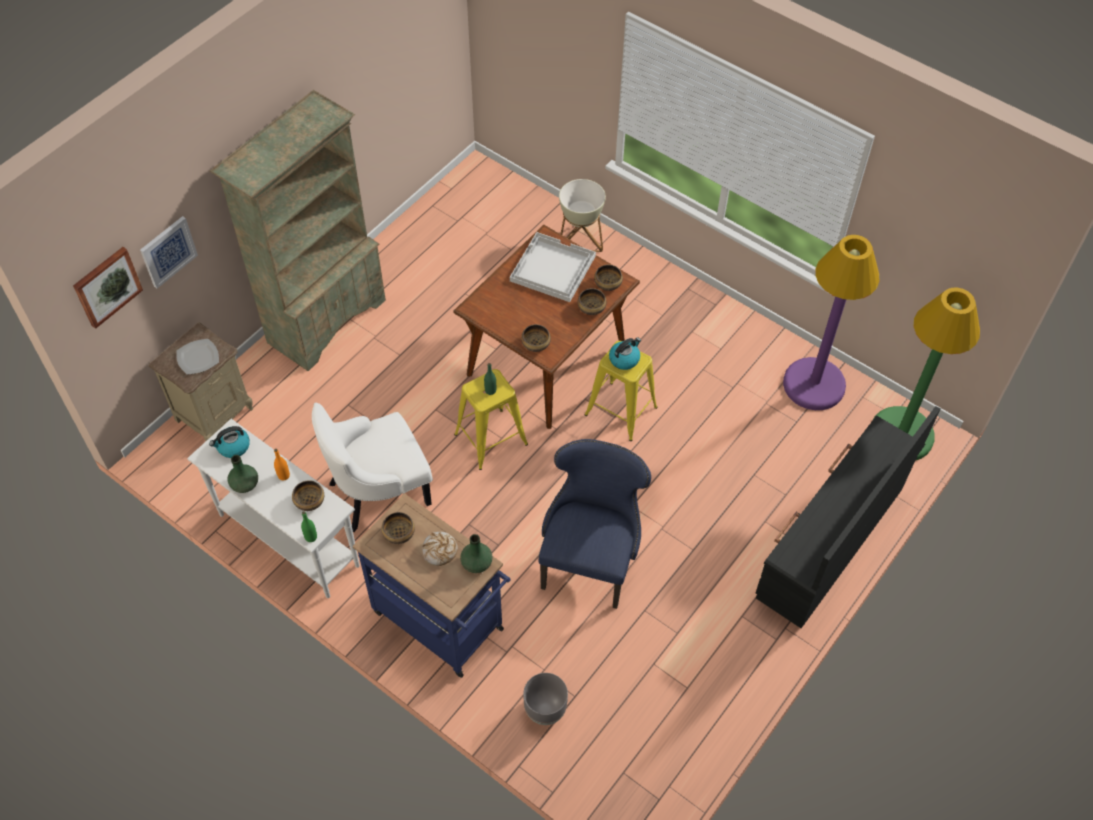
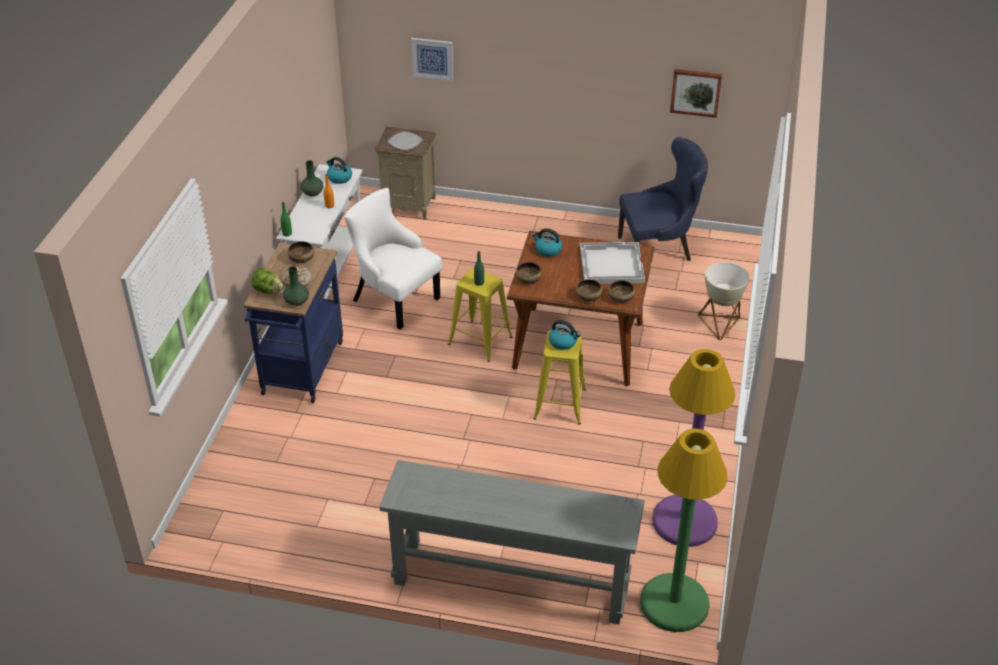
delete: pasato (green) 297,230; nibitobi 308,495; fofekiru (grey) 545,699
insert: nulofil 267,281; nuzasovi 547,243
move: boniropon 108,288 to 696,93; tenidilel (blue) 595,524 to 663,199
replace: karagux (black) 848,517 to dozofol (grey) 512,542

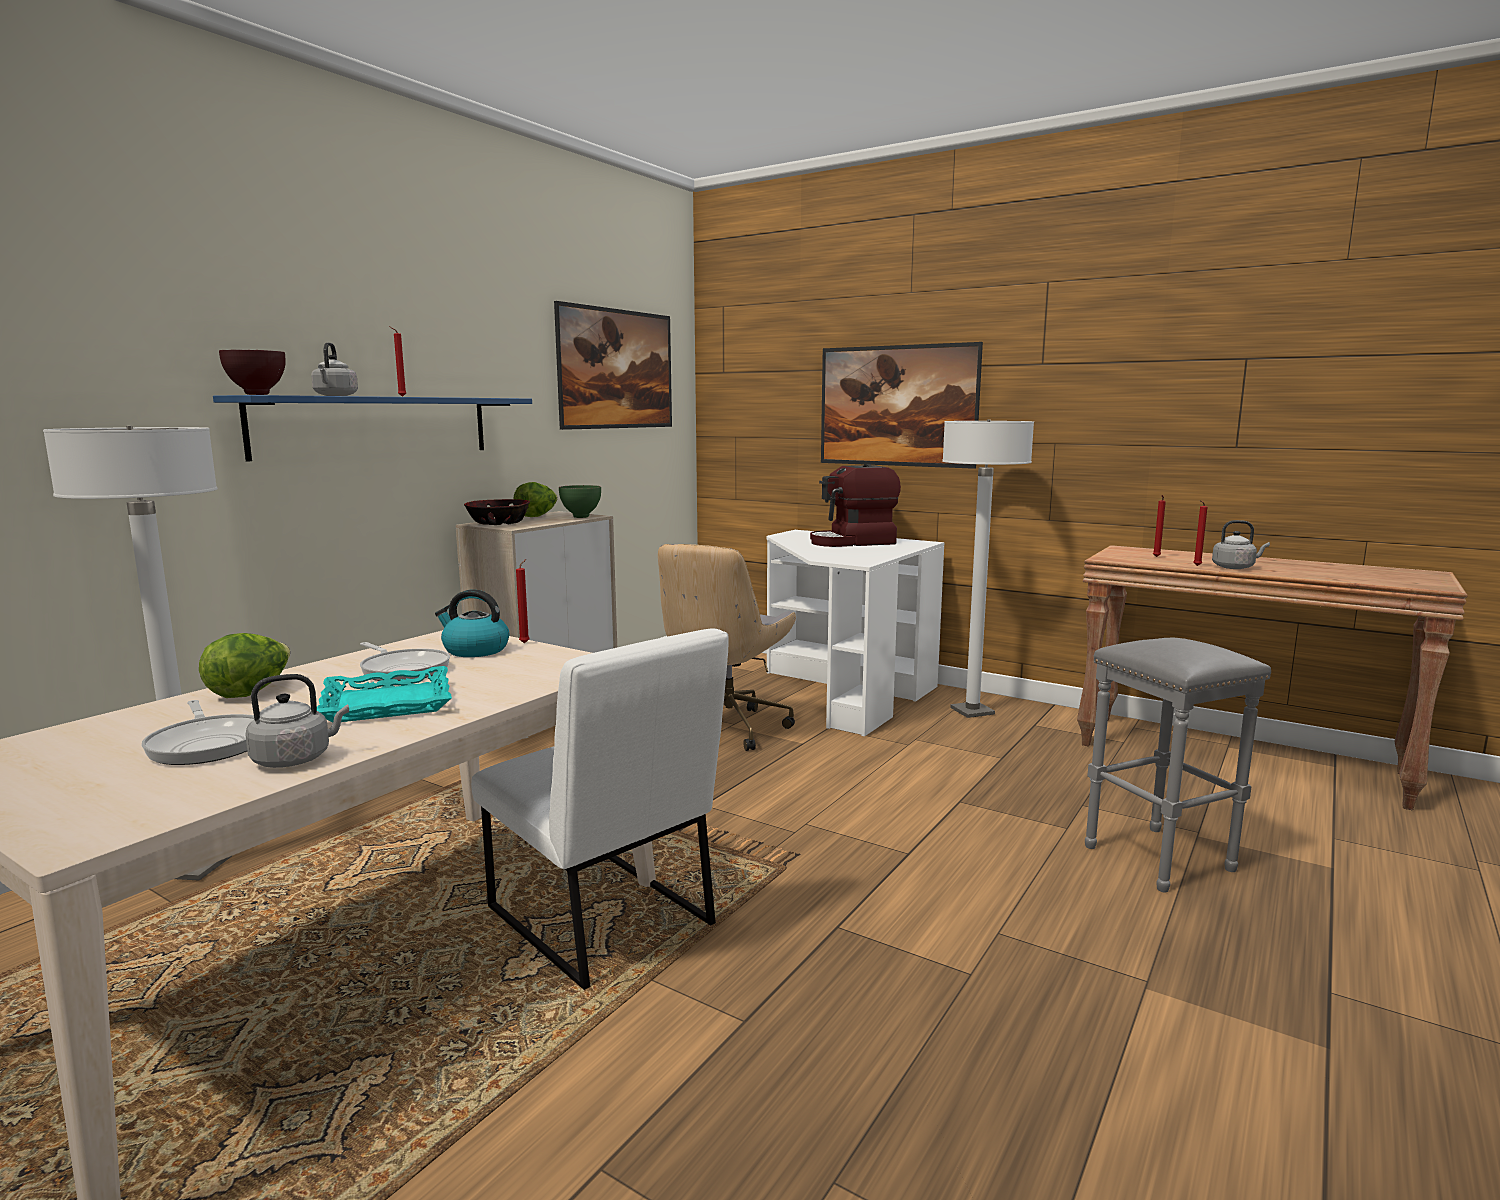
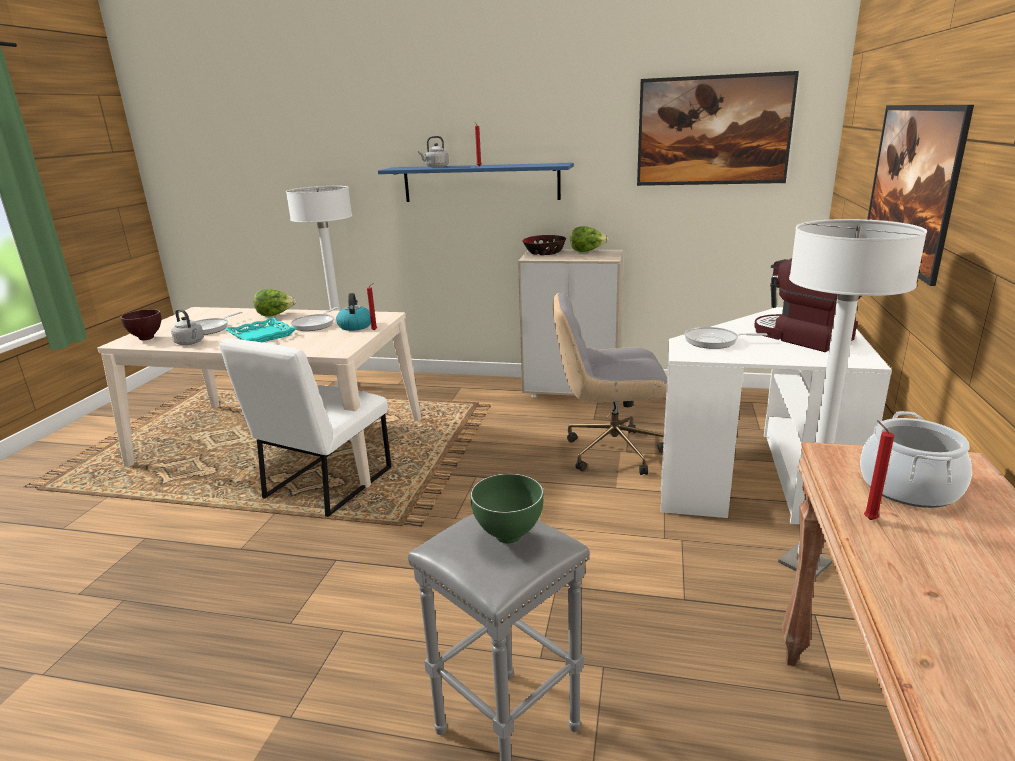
delete: nuzasovi (grey) 1241,544
insert: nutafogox 726,338
move: nibitobi (brown) 252,372 to 140,324; nibitobi (green) 580,501 to 507,508
replace: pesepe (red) 1159,526 to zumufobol 916,459

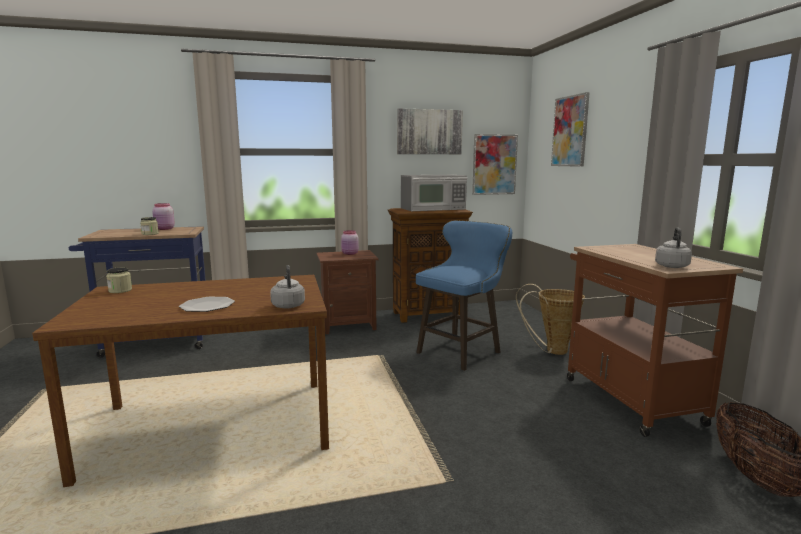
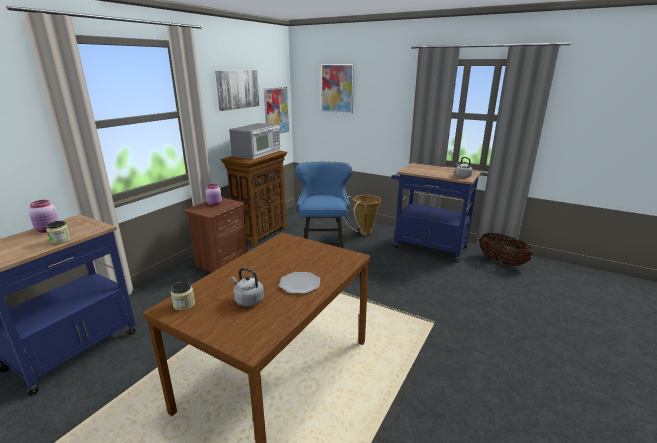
move: nuzasovi (grey) 287,287 to 248,287
recolor: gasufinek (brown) 655,340 to gasufinek (blue) 436,213

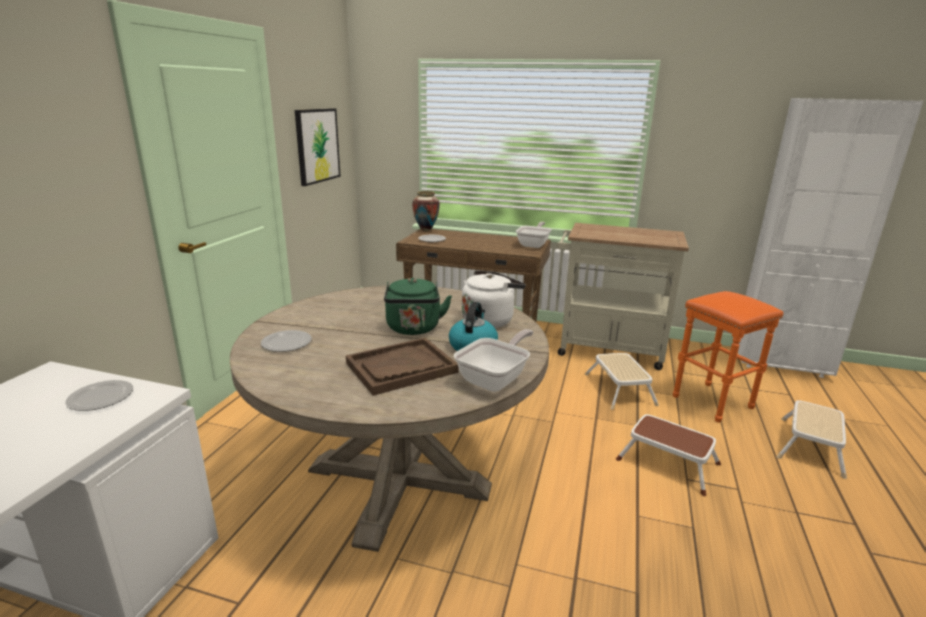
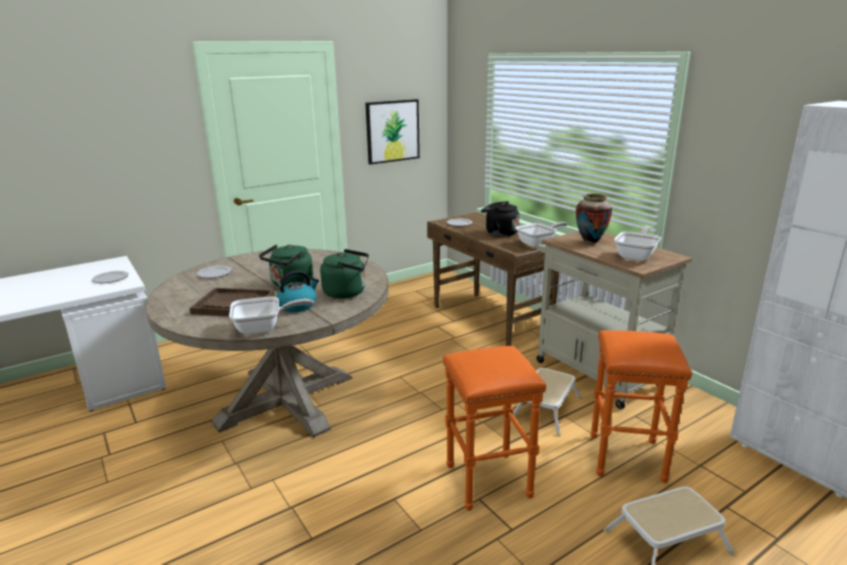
insert: nuzasovi (black) 500,219; nutafogox 637,243
move: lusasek 426,211 to 594,219
replace: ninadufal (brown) 668,455 to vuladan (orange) 494,428
recolor: nuzasovi (white) 494,299 to nuzasovi (green) 344,274

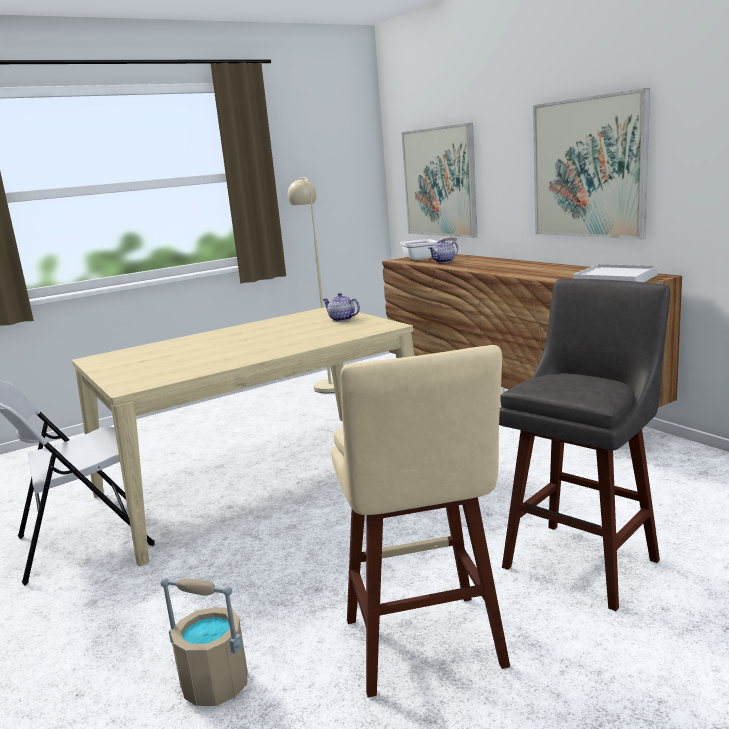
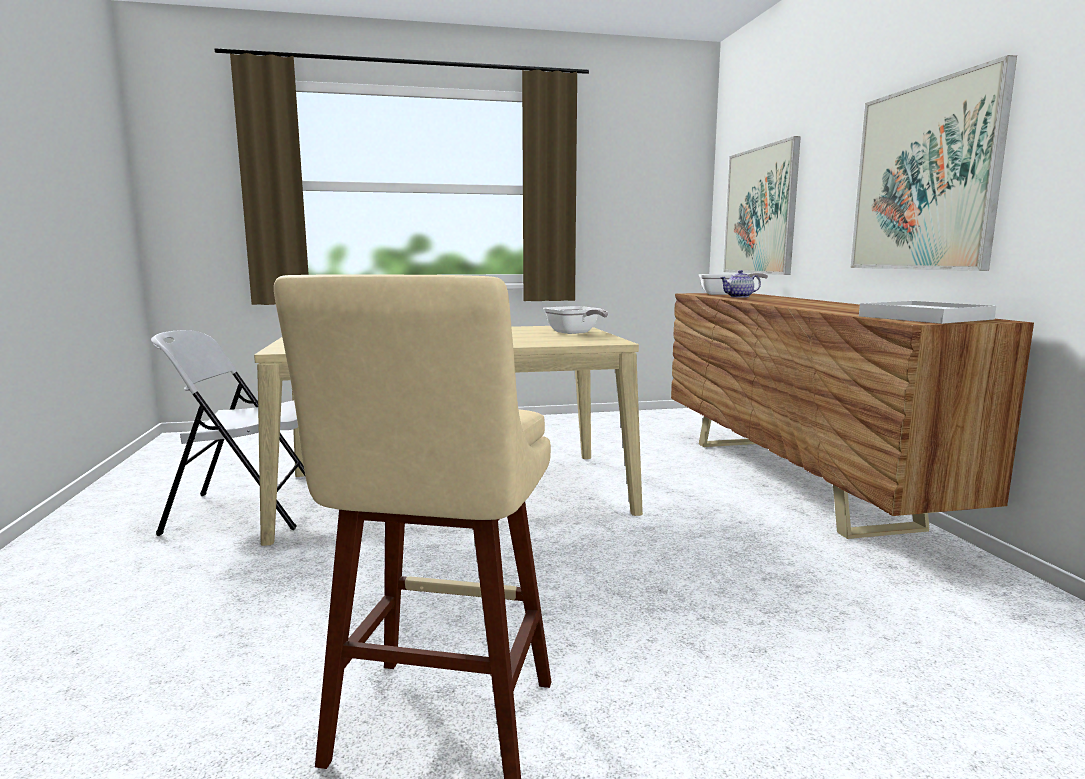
delete: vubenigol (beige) 204,642; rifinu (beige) 311,285; vuladan (grey) 584,445
replace: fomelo 341,307 to nutafogox 575,320

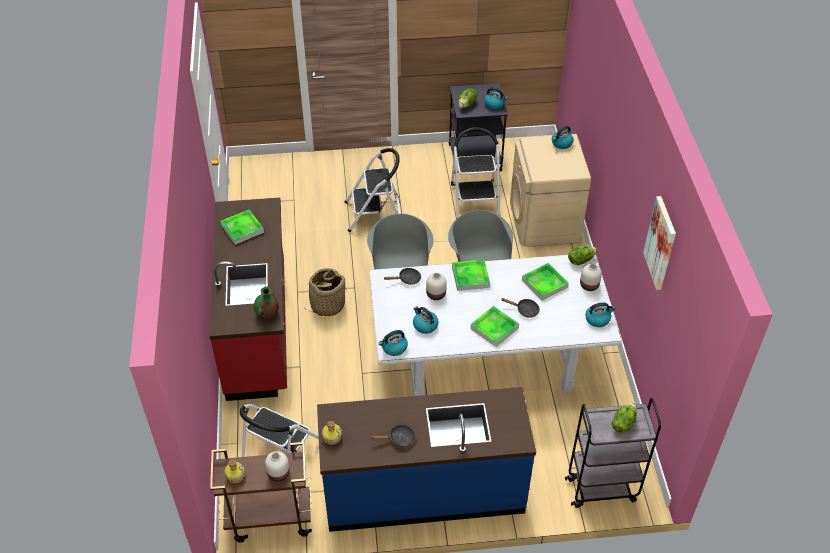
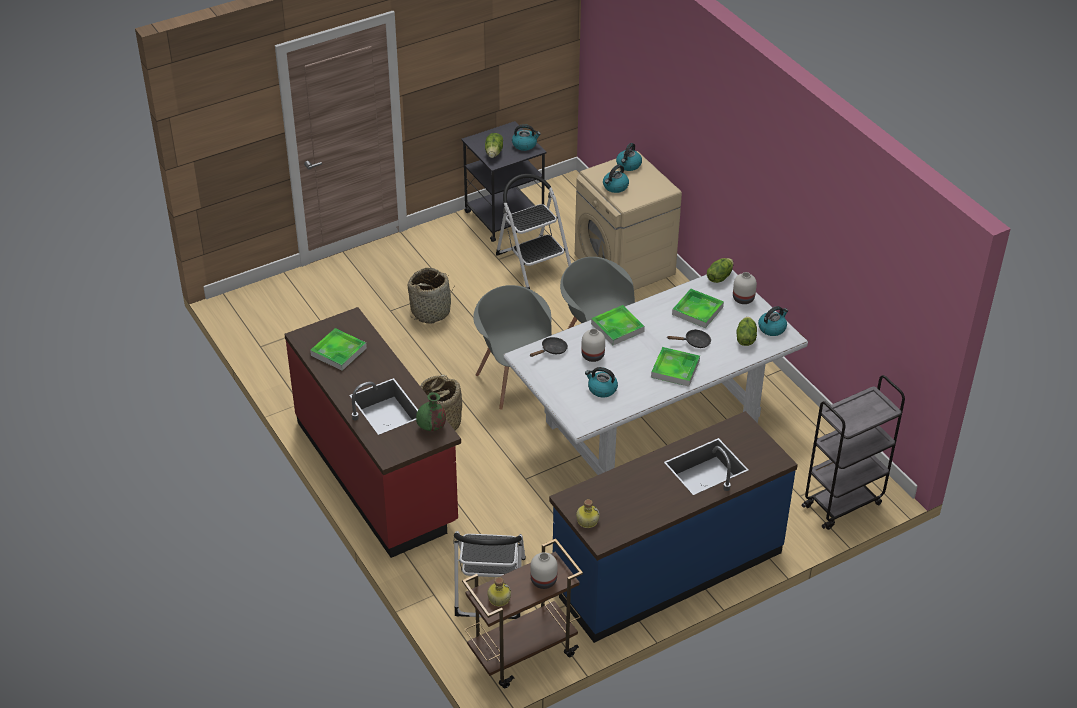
delete: nutafogox (black) 393,436; boniropon 659,243
move: nuzasovi 393,343 to 616,179; nulofil 624,418 to 746,331
replace: ninadufal 373,190 to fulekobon 430,296

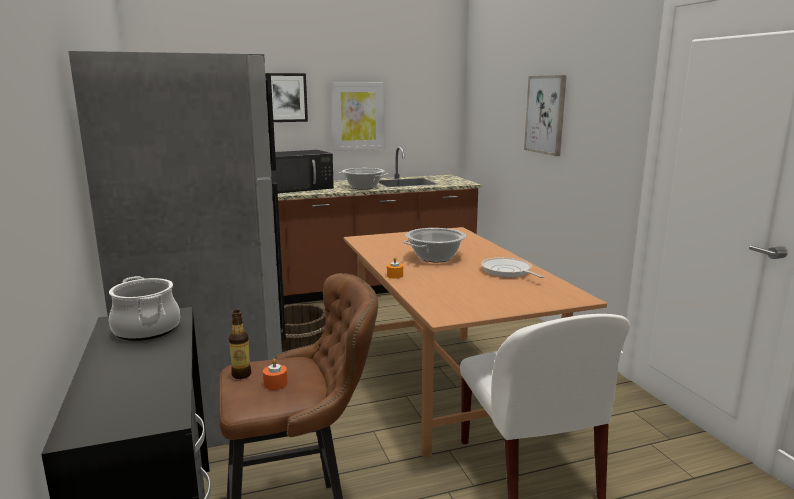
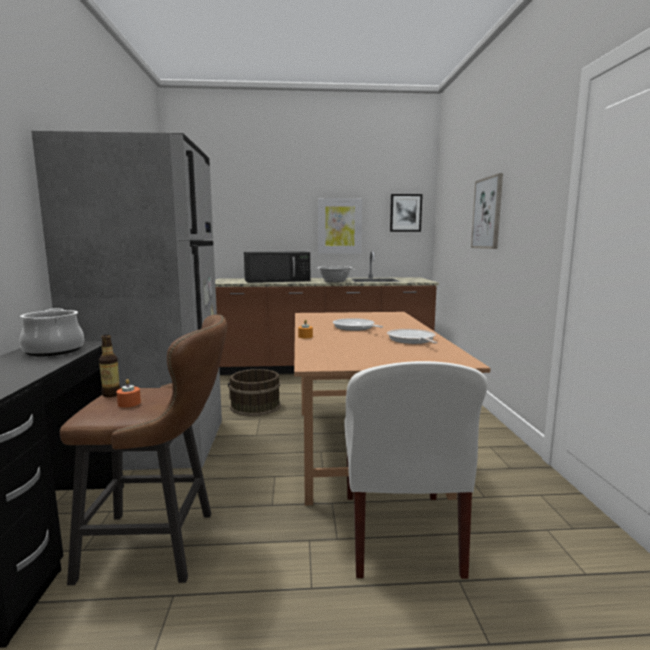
move: boniropon 289,97 to 406,213
replace: zumufobol 435,245 to nutafogox 358,324

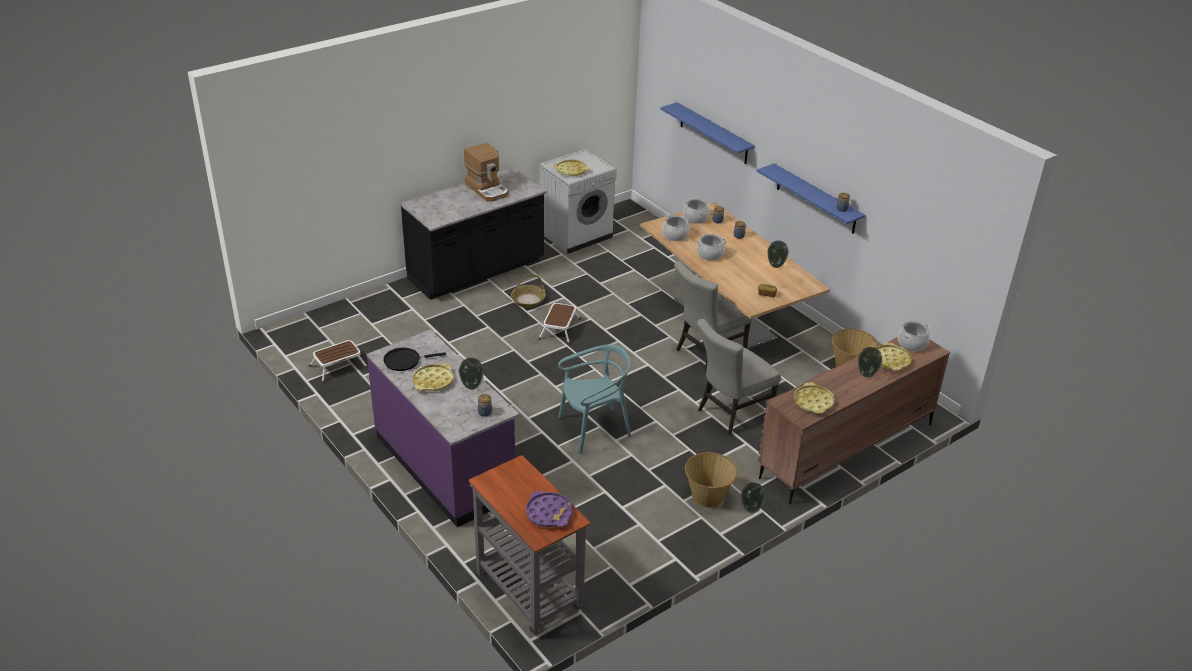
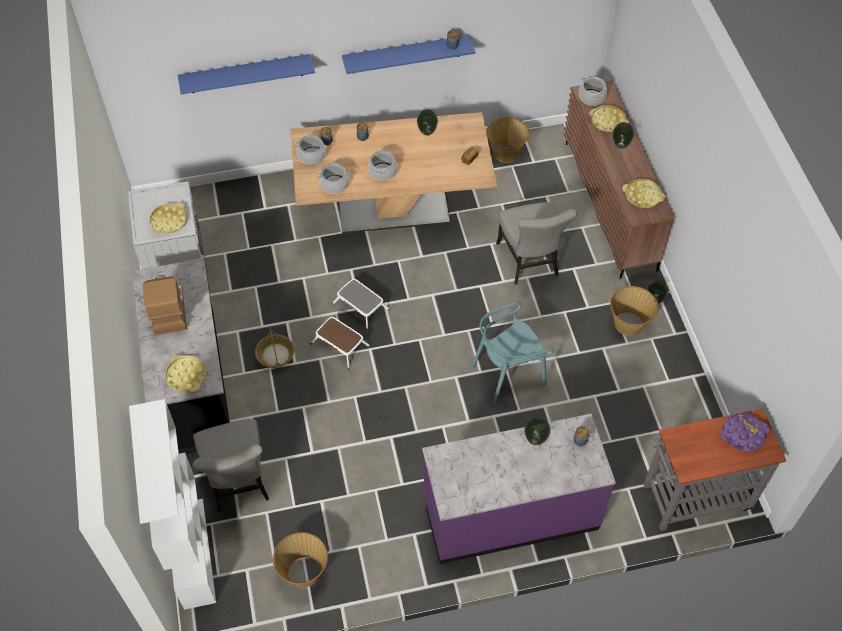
delete: nutafogox (black) 414,359
insert: pasato (white) 172,504; ninadufal (grey) 361,305
move: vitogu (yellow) 433,377 to 186,373; tenidilel (grey) 713,316 to 231,466
replace: ninadufal (brown) 338,362 to fulekobon 300,559
rotate: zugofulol 486,172 = 165,305 90 degrees counterclockwise; tenidilel (turquoise) 594,399 = 512,352 120 degrees counterclockwise

